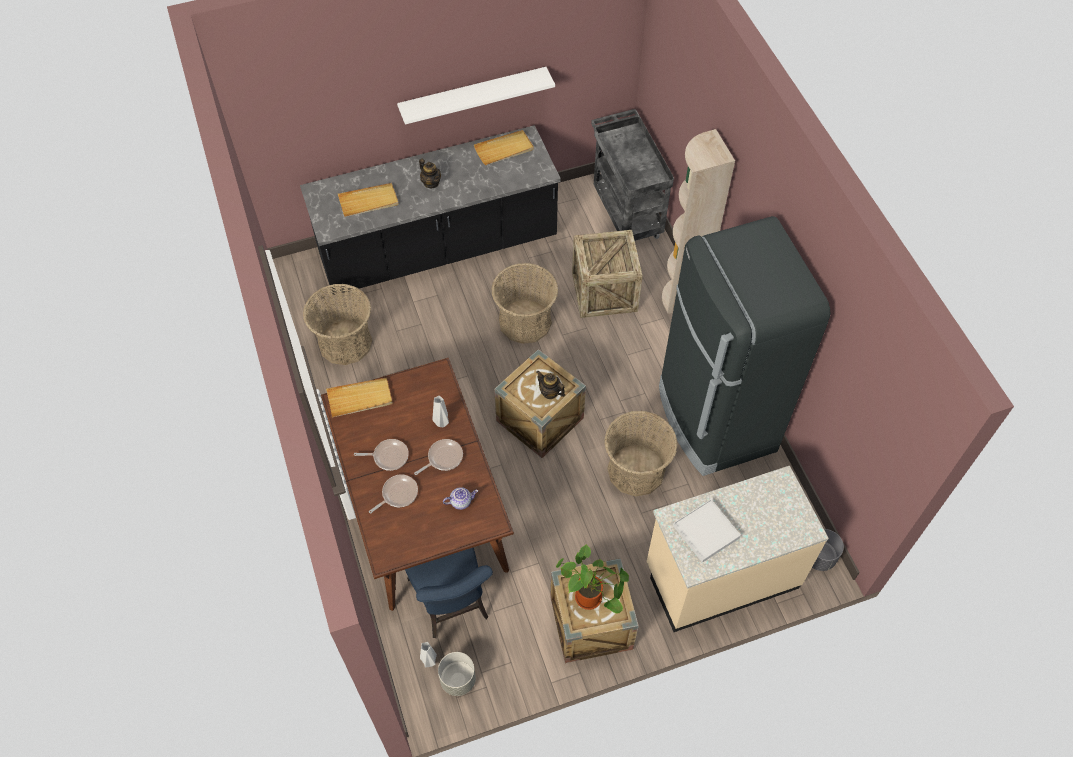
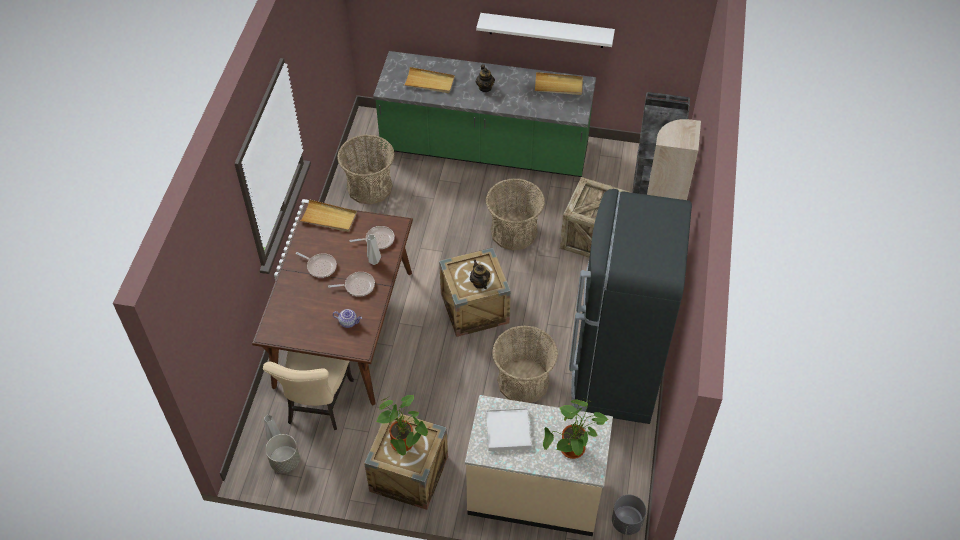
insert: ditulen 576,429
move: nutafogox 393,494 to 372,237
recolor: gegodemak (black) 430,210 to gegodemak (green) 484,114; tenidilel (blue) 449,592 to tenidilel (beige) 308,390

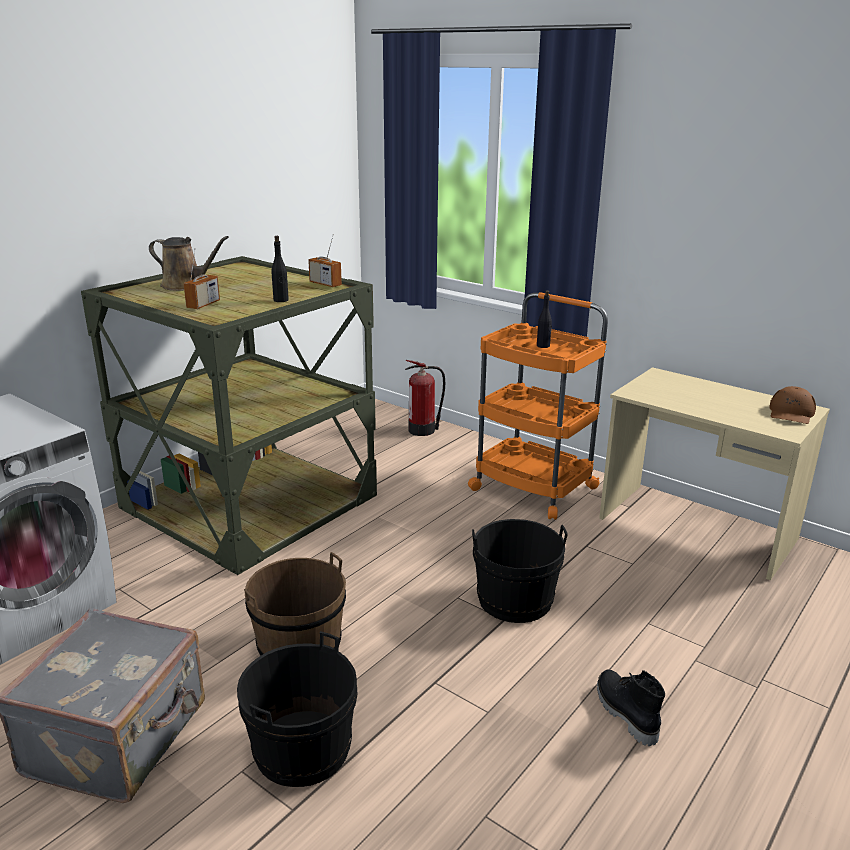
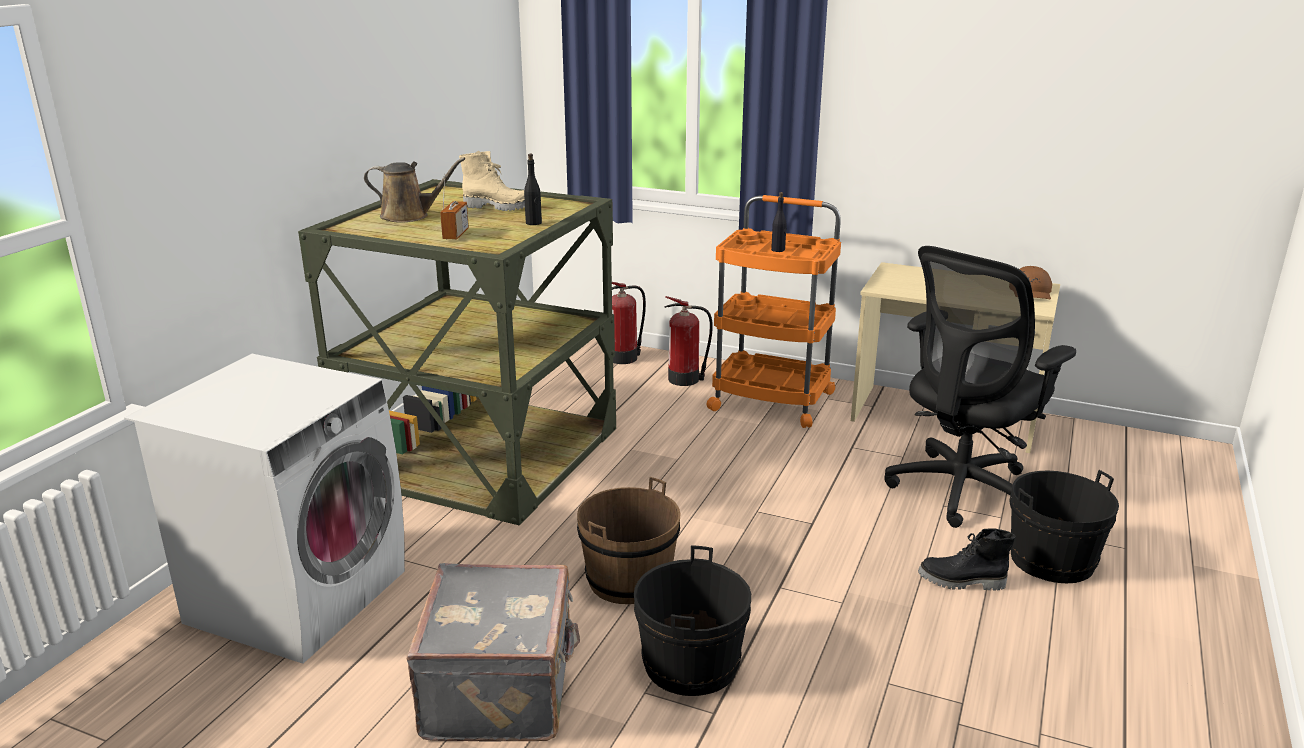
delete: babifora 325,260
insert: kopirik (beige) 492,181; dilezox 689,341; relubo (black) 980,387
move: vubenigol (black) 520,571 to 1064,526
rotate: kopirik (black) 631,707 = 966,560 45 degrees counterclockwise

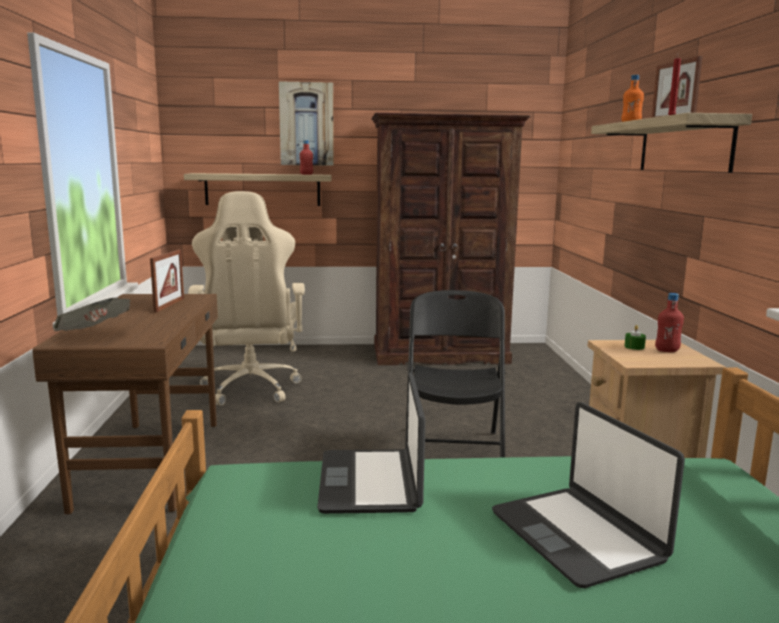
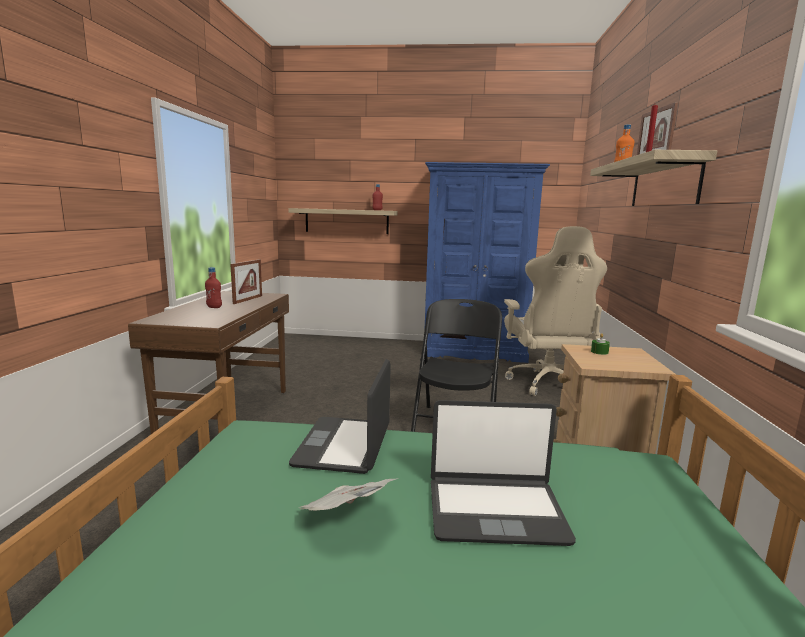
delete: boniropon 306,123
move: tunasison 92,314 to 347,495; relubo (beige) 246,298 to 555,311; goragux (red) 669,322 to 213,287
recolor: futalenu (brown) 450,238 to futalenu (blue) 487,262
rotate: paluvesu 588,495 = 503,473 75 degrees counterclockwise

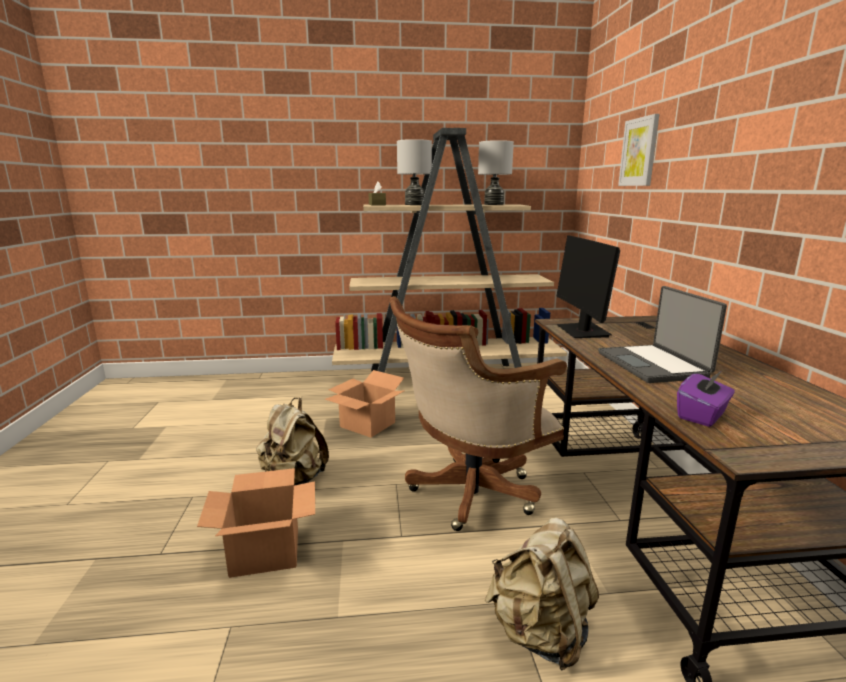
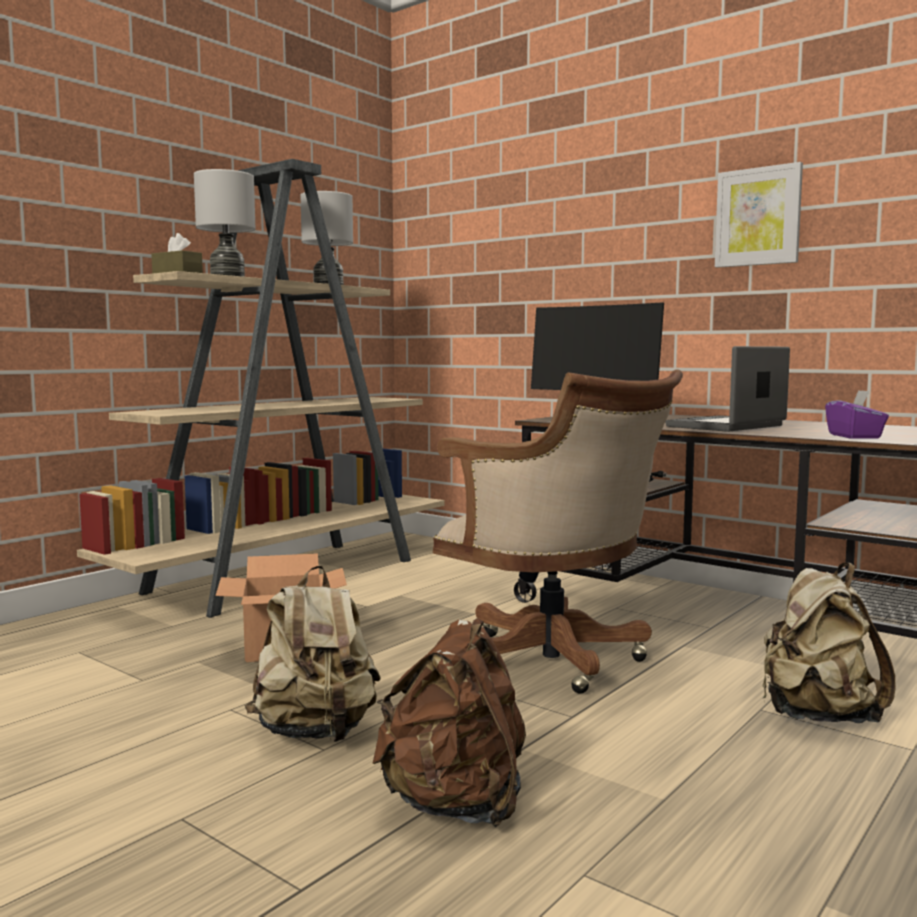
move: boniropon 639,150 to 759,215
replace: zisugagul 256,523 to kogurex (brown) 449,723
rotate: relubo 478,413 = 558,531 60 degrees counterclockwise; paluvesu 662,334 = 727,389 105 degrees clockwise

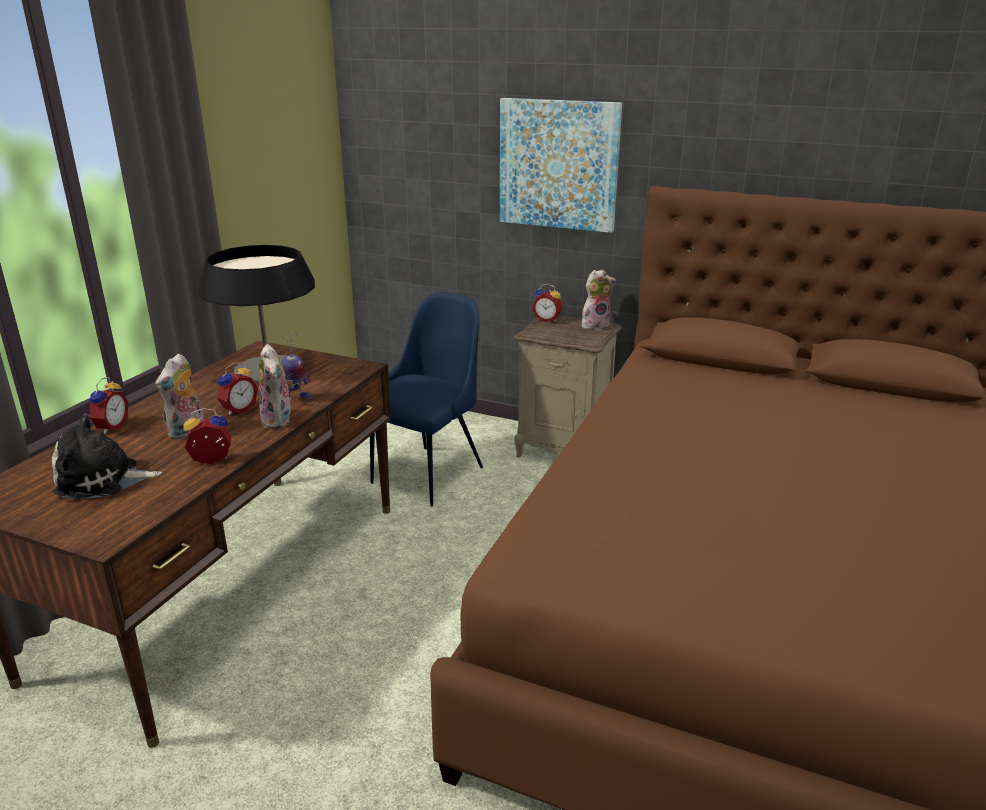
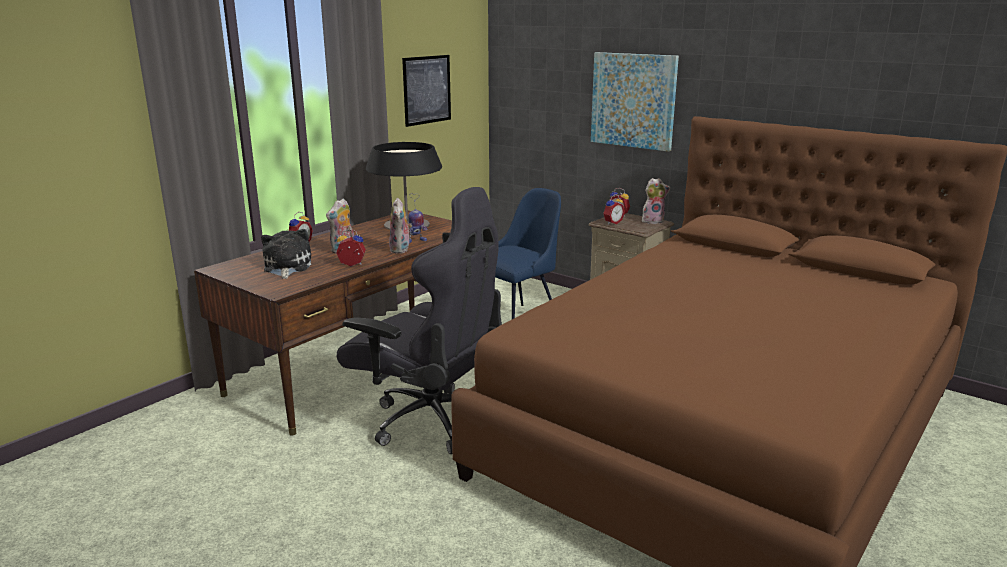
insert: relubo (black) 419,320; boniropon 426,91
move: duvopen 237,388 to 614,209
rotate: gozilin 107,456 = 286,254 75 degrees clockwise

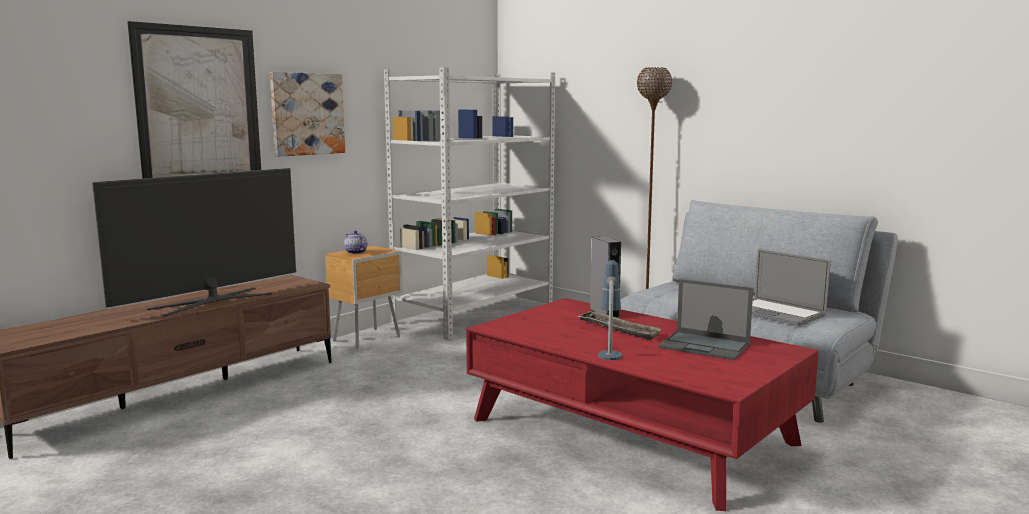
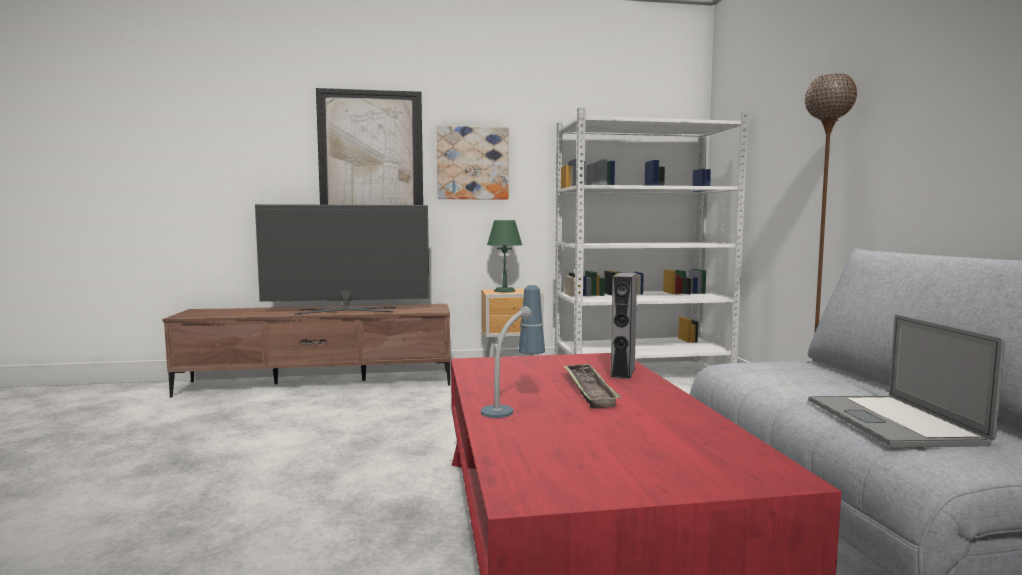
delete: paluvesu 705,319
replace: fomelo 356,242 to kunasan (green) 504,256

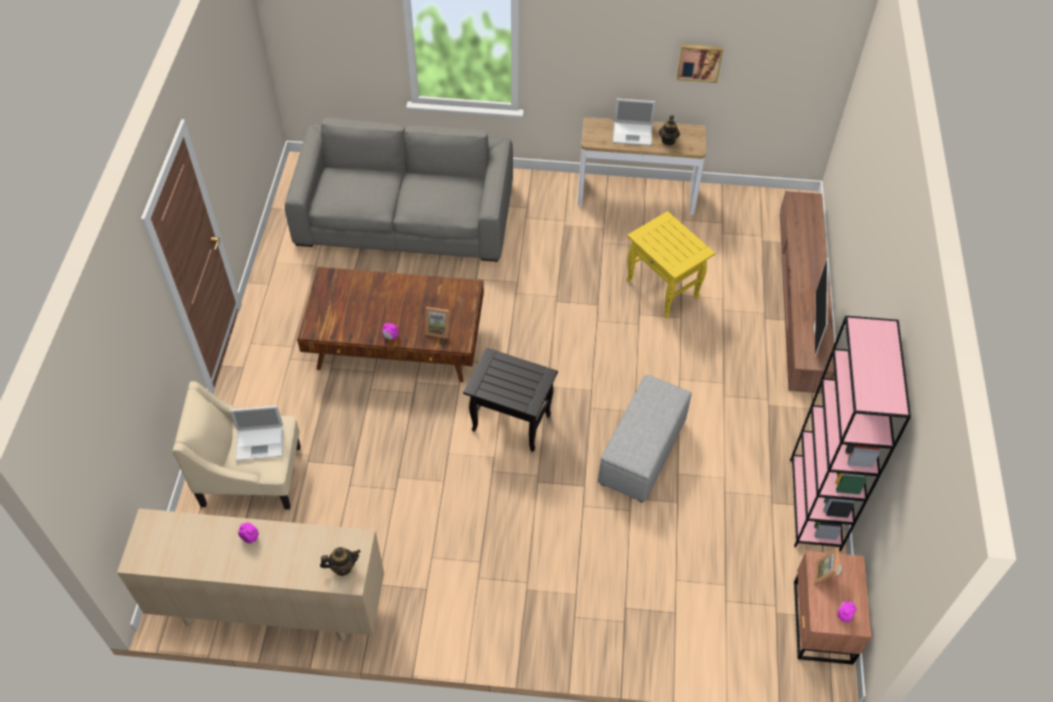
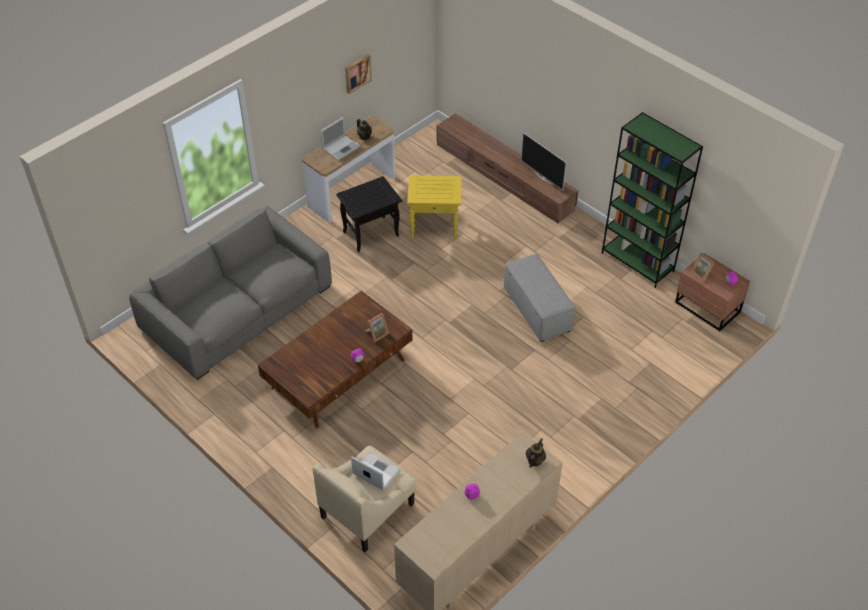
move: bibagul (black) 510,399 to 369,214
recolor: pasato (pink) 850,433 to pasato (green) 652,200
rotate: paluvesu 256,433 = 375,471 90 degrees counterclockwise

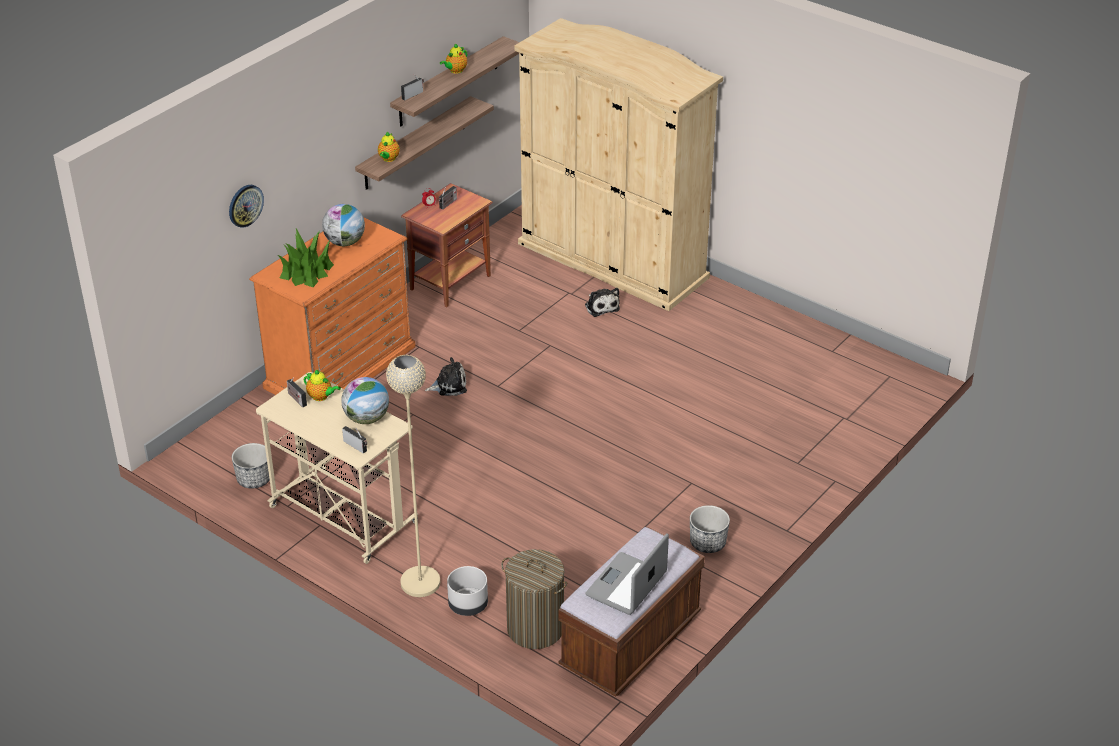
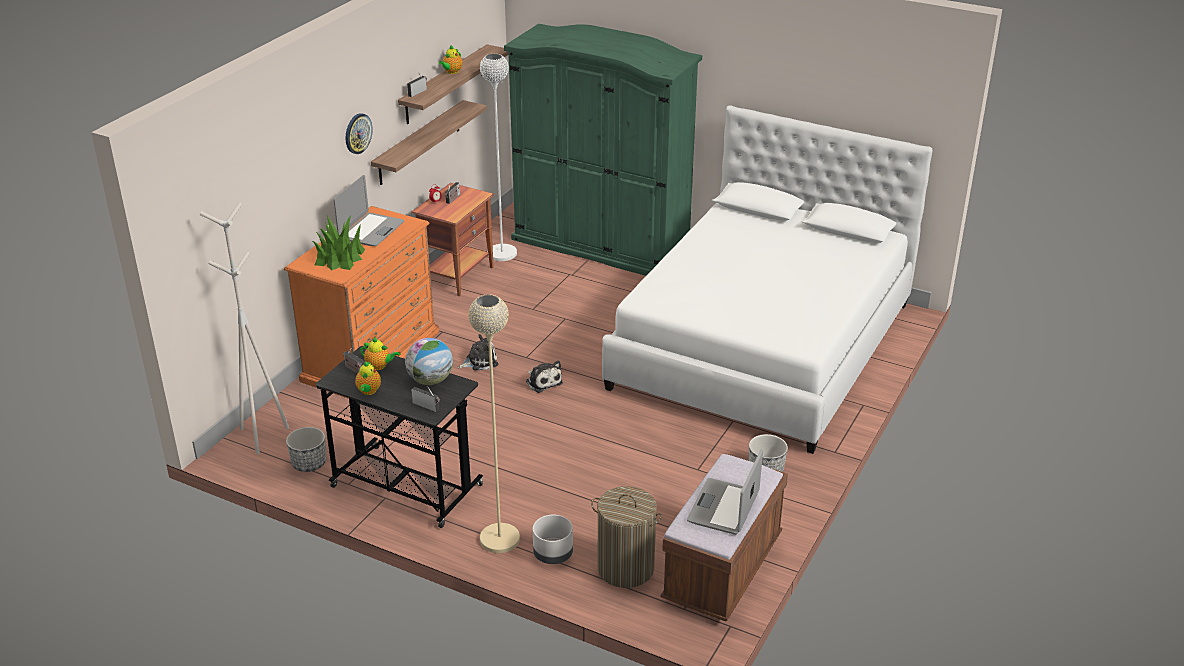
insert: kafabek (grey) 244,328; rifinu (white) 498,157; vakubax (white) 767,280
move: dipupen 246,206 to 359,133; fomelo 389,147 to 368,378; gozilin 602,302 to 544,376
replace: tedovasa 343,225 to paluvesu 369,210
recolor: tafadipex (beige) 337,468 to tafadipex (black) 399,437; futalenu (beige) 618,164 to futalenu (green) 603,150

